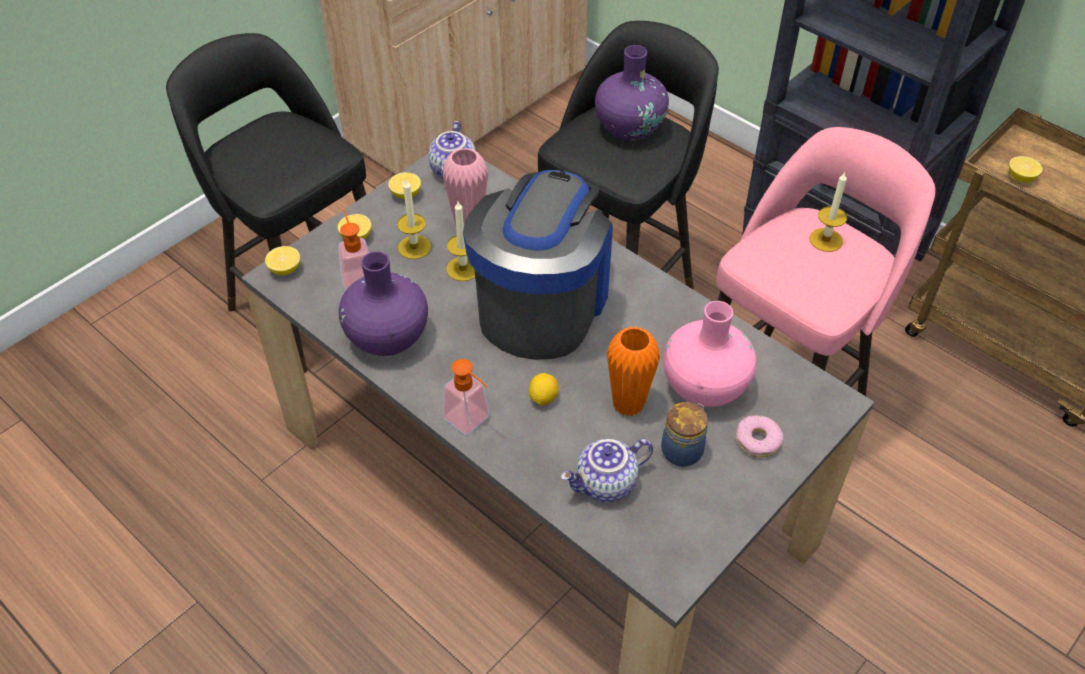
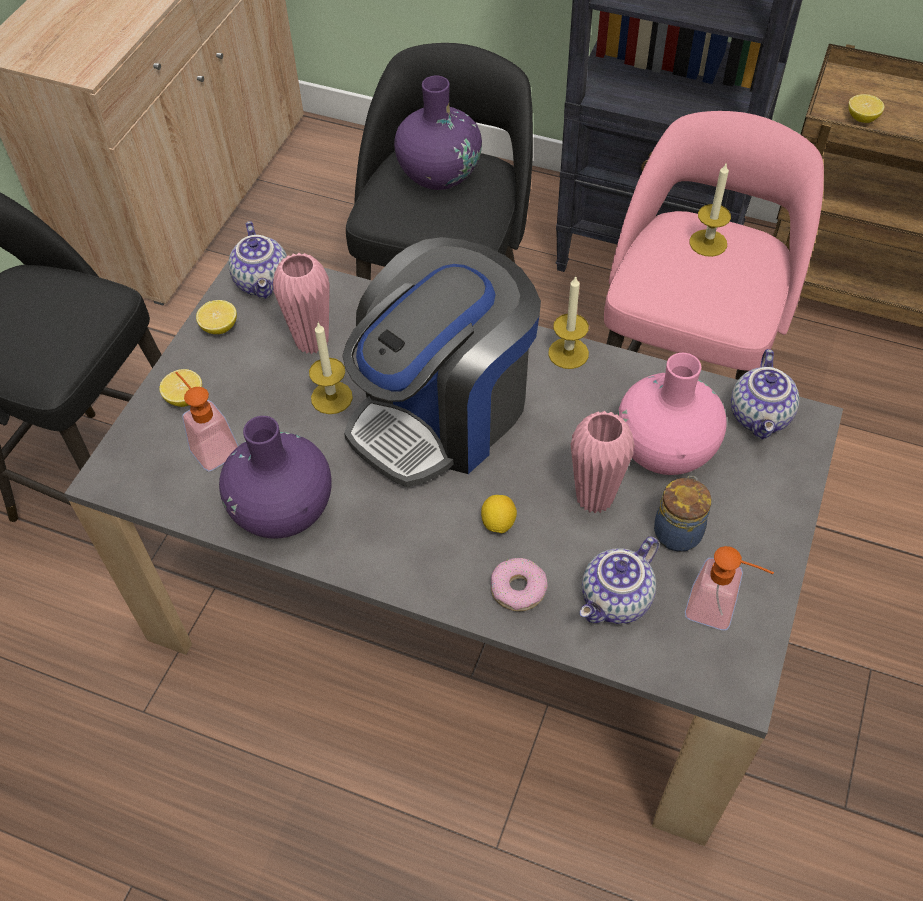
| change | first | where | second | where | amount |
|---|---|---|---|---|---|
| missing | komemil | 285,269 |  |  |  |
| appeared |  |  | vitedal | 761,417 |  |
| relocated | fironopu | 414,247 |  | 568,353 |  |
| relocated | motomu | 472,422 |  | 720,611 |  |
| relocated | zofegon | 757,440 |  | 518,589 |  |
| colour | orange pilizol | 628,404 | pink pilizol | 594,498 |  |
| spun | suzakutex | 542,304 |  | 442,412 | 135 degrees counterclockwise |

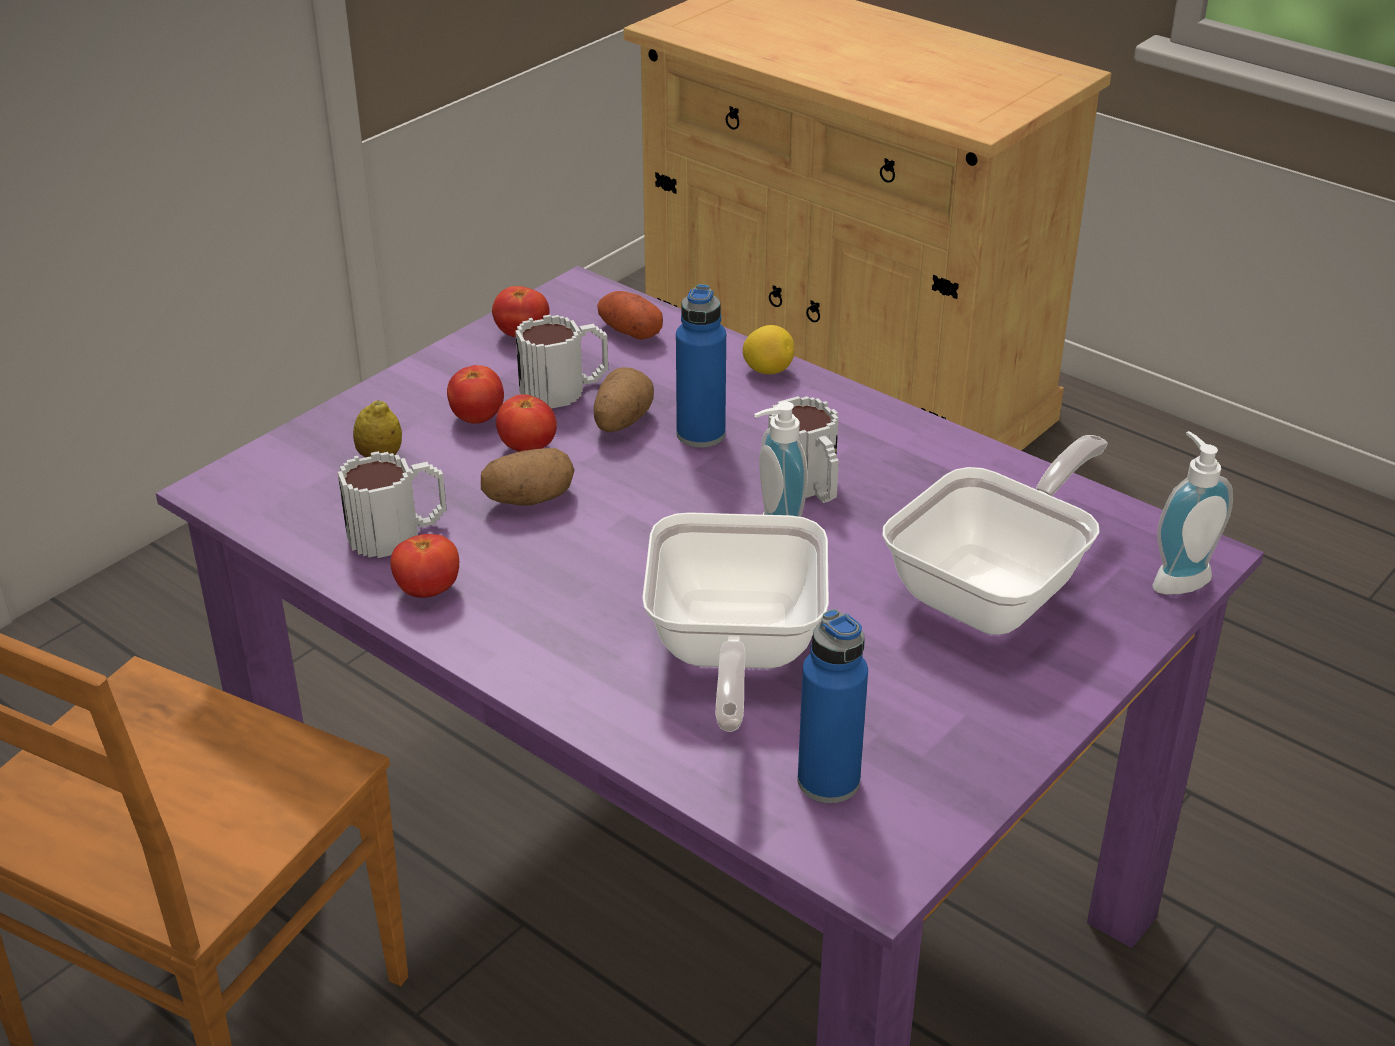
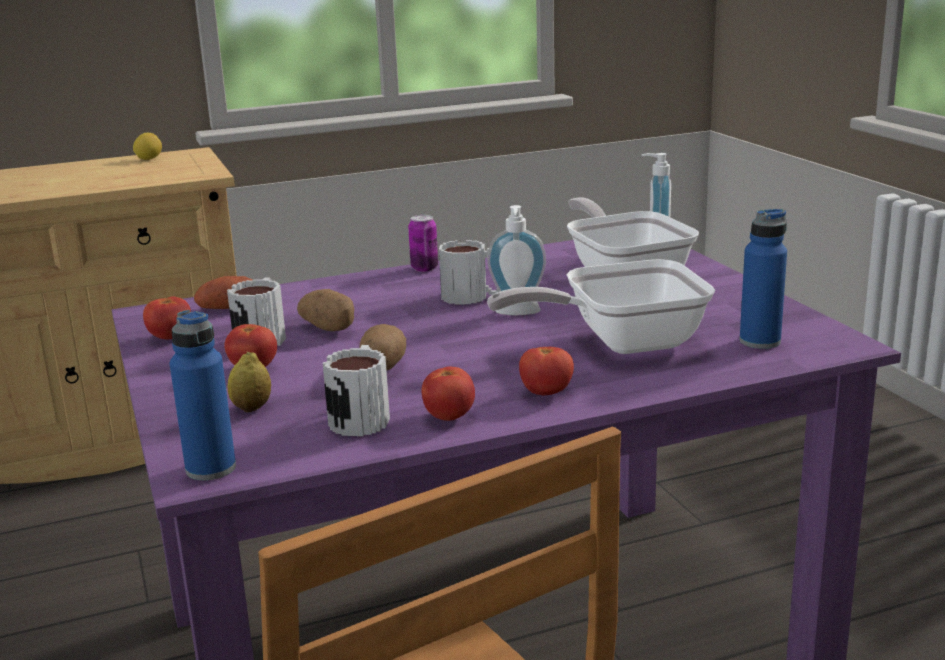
| change | first | where | second | where | amount |
|---|---|---|---|---|---|
| appeared |  |  | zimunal | 424,268 |  |
| relocated | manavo | 527,448 |  | 546,393 |  |
| relocated | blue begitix | 700,434 |  | 211,469 |  |
| relocated | komemil | 768,370 |  | 149,159 |  |
| spun | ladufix | 732,655 |  | 620,343 | 135 degrees clockwise |

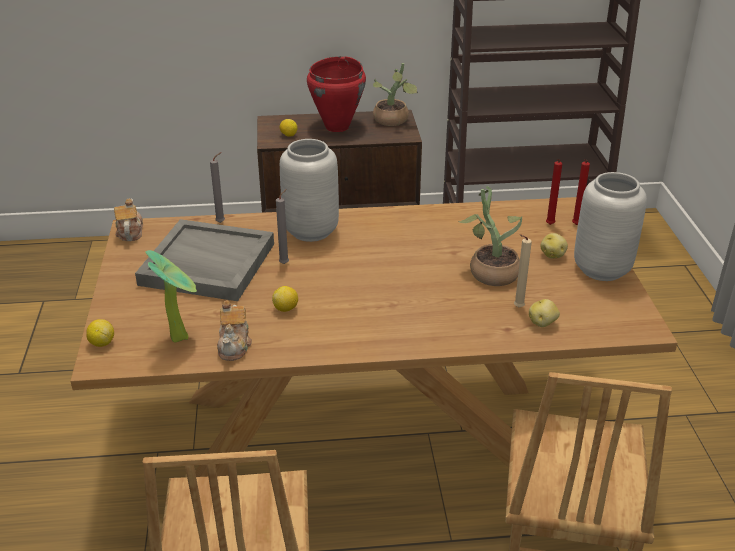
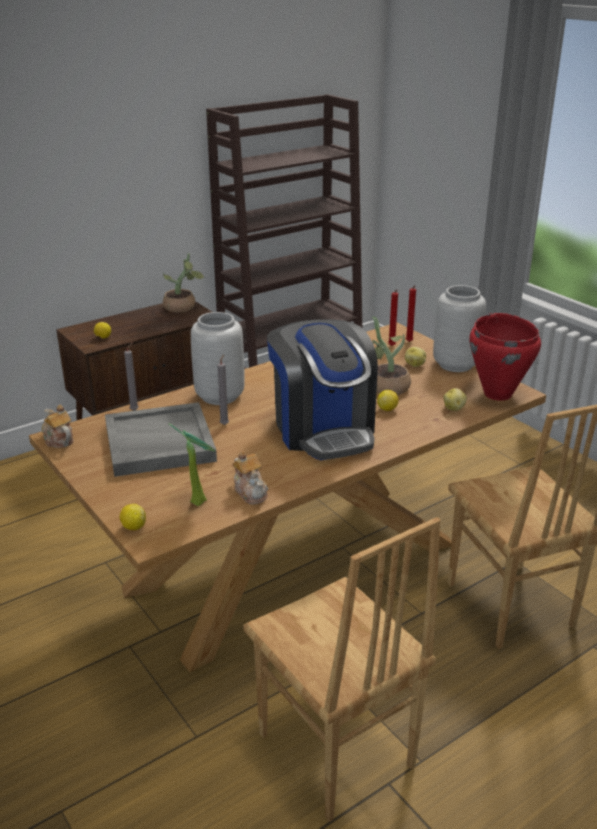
| change | first | where | second | where | amount |
|---|---|---|---|---|---|
| missing | beige fironopu | 517,307 |  |  |  |
| appeared |  |  | suzakutex | 323,429 |  |
| relocated | komemil | 286,309 |  | 387,409 |  |
| relocated | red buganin | 337,127 |  | 498,394 |  |

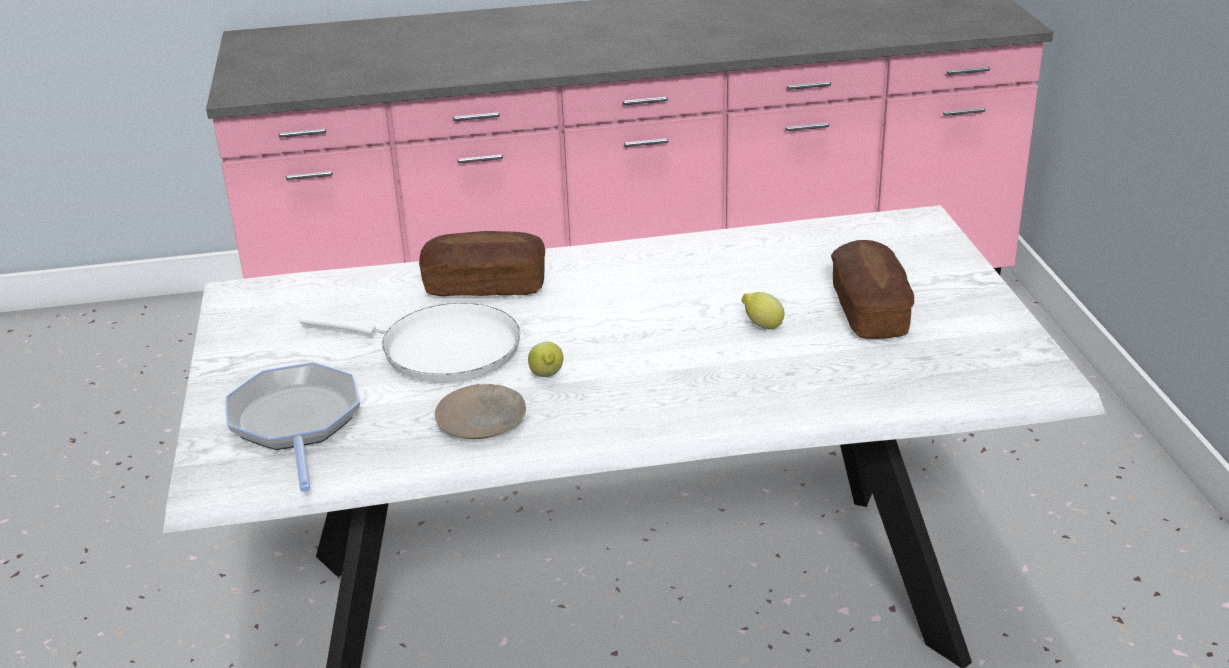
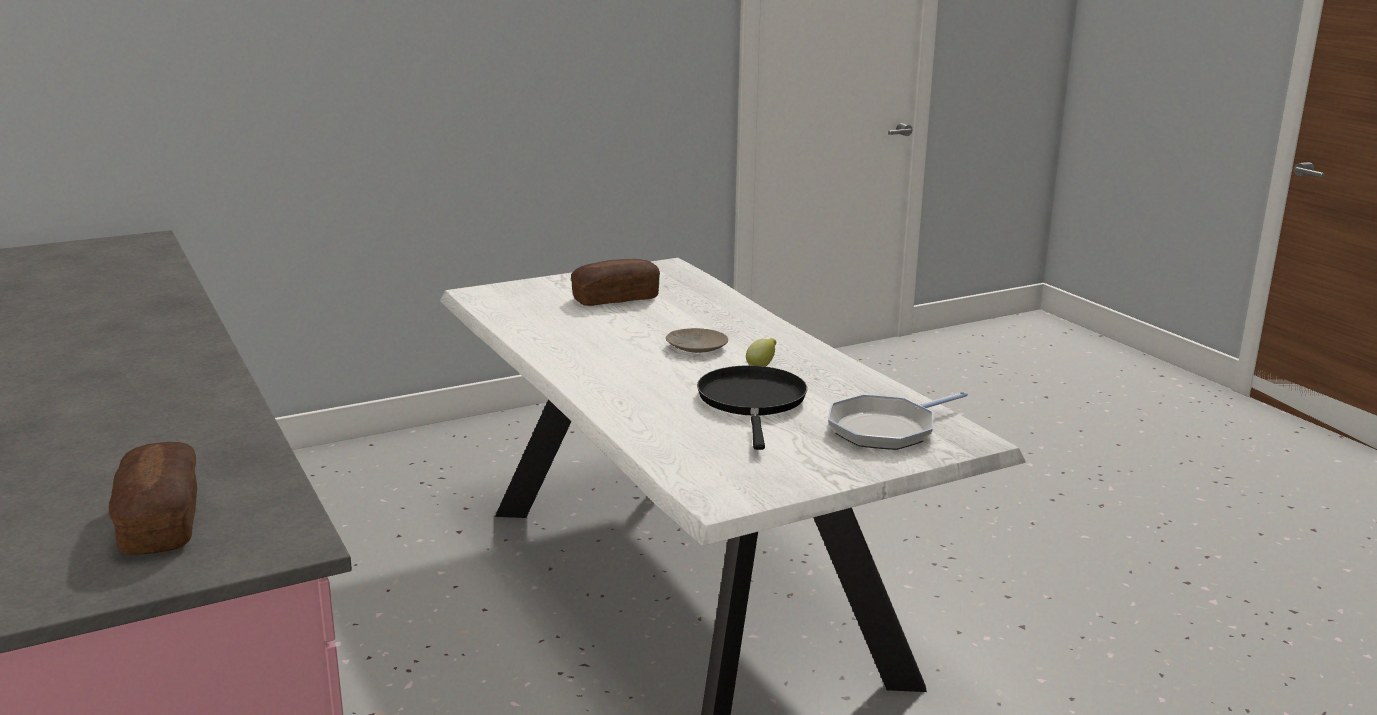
| change | first | where | second | where | amount |
|---|---|---|---|---|---|
| missing | komemil | 762,326 |  |  |  |
| relocated | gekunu | 485,286 |  | 160,522 |  |
| relocated | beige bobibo | 482,421 |  | 696,347 |  |
| colour | white ladufix | 441,350 | black ladufix | 752,402 |  |

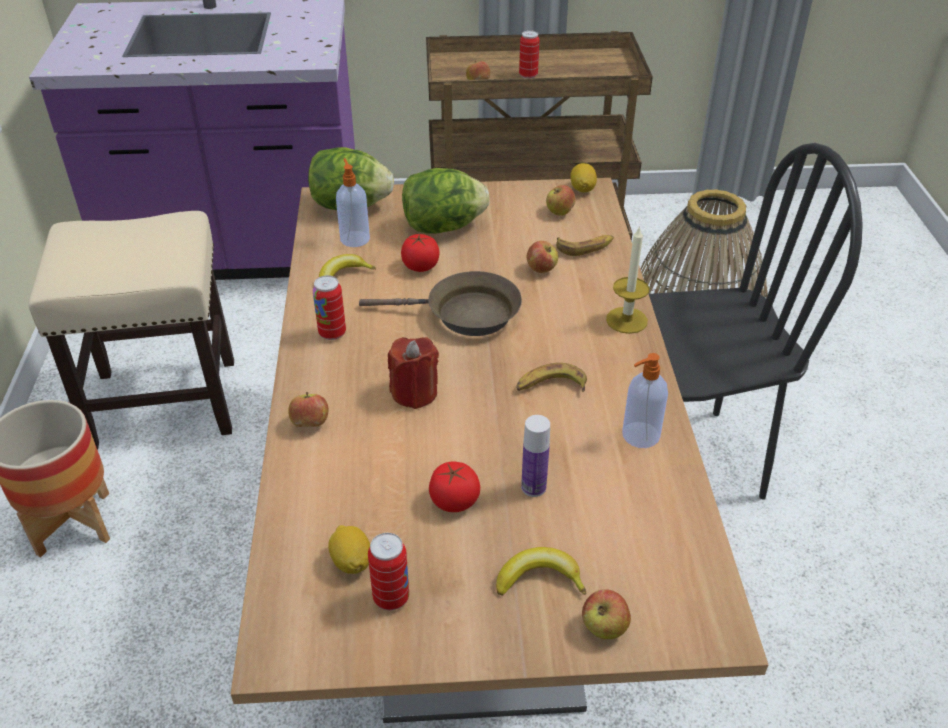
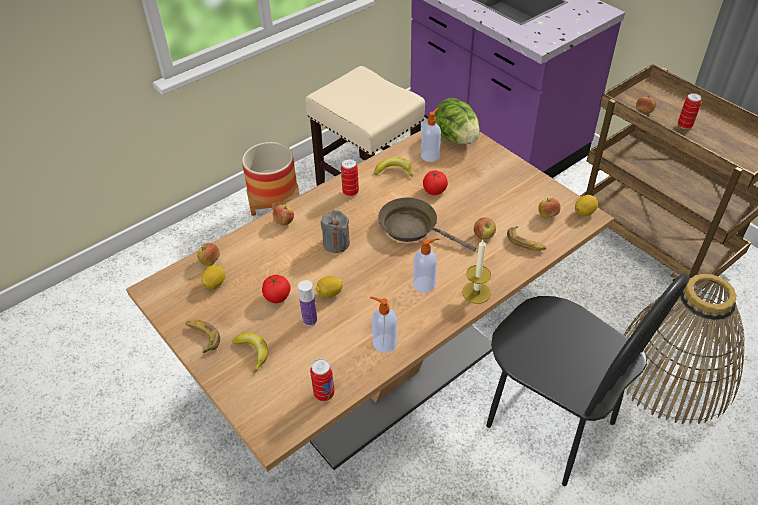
| change | first | where | second | where | amount |
|---|---|---|---|---|---|
| missing | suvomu | 443,227 |  |  |  |
| appeared |  |  | komemil | 329,293 |  |
| appeared |  |  | motomu | 425,284 |  |
| relocated | zimunal | 391,597 |  | 324,394 |  |
| relocated | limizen | 550,386 |  | 202,337 |  |
| relocated | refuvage | 604,627 |  | 210,261 |  |
| colour | red fironopu | 414,393 | grey fironopu | 336,243 |  |
| spun | brown ladufix | 465,314 |  | 413,228 | 150 degrees clockwise |

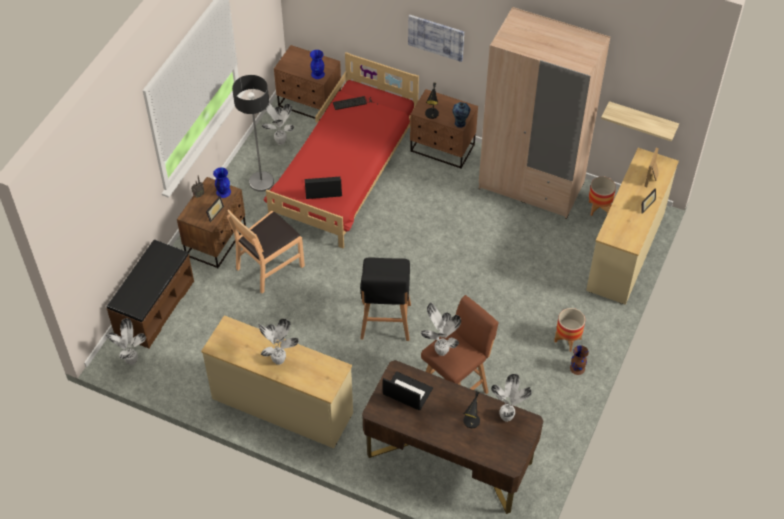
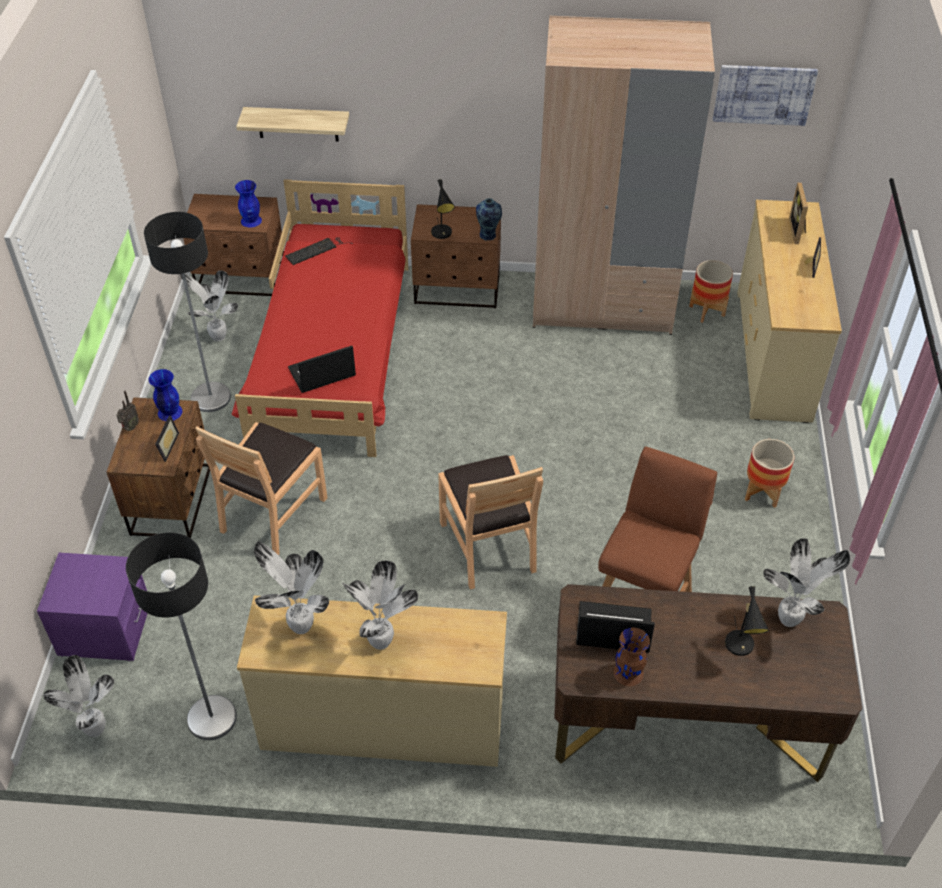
| change | first | where | second | where | amount |
|---|---|---|---|---|---|
| appeared |  |  | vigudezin | 211,718 |  |
| relocated | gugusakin | 436,37 |  | 763,94 |  |
| relocated | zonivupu | 440,350 |  | 299,625 |  |
| relocated | brown pilizol | 577,368 |  | 629,672 |  |
| relocated | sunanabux | 642,120 |  | 297,124 |  |
| exchanged | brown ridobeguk | 154,307 | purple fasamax | 105,629 |  |
| exchanged | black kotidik | 385,323 | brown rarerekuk | 489,546 |  |

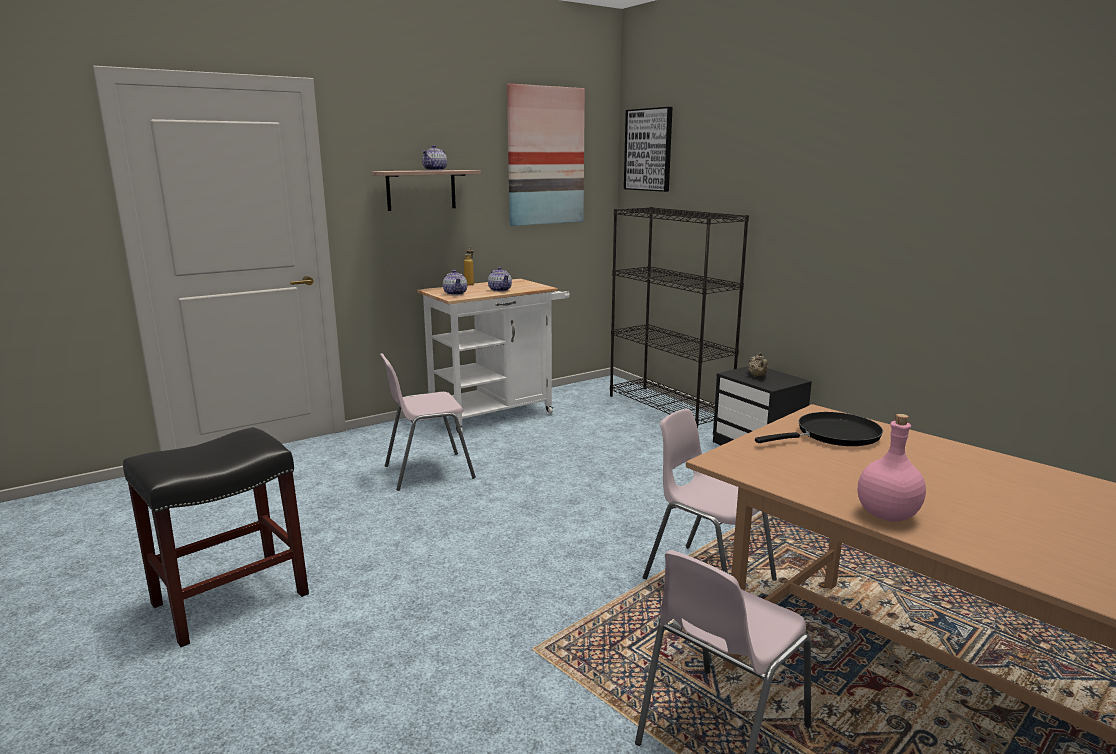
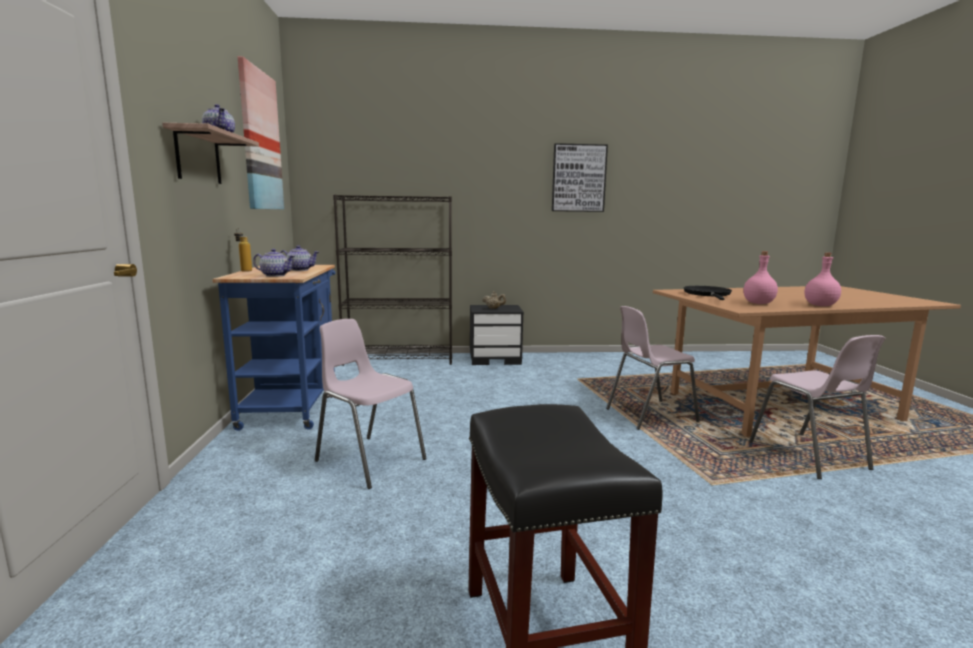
| change | first | where | second | where | amount |
|---|---|---|---|---|---|
| appeared |  |  | pink begitix | 758,303 |  |
| relocated | gugusakin | 648,150 |  | 578,178 |  |
| colour | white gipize | 498,413 | blue gipize | 292,404 |  |
| spun | pink rarerekuk | 427,471 |  | 369,460 | 120 degrees clockwise |

